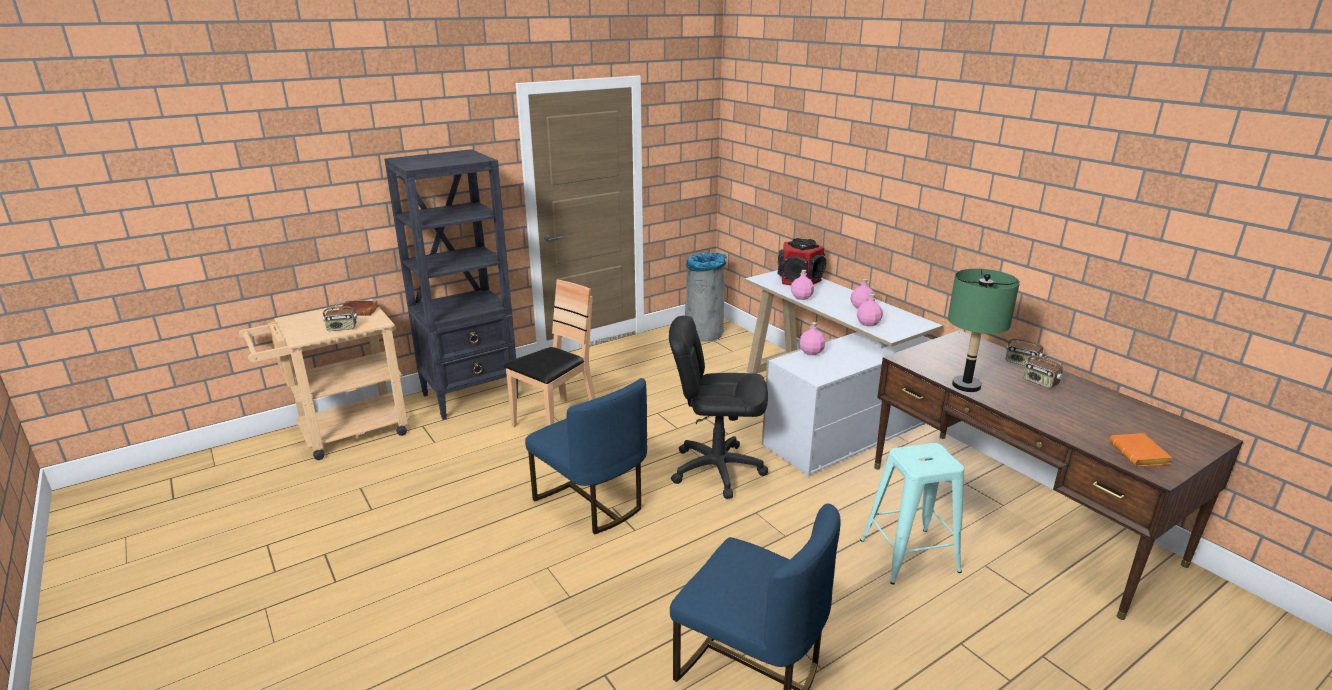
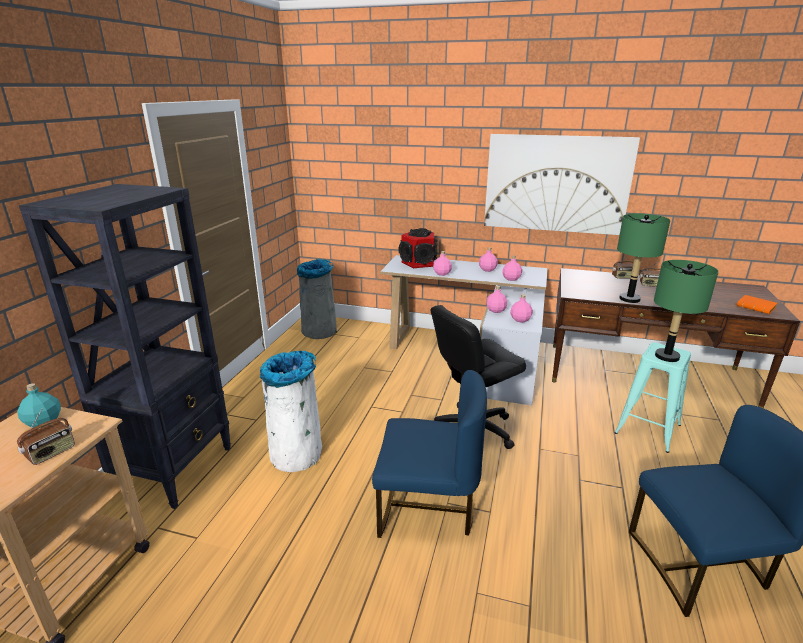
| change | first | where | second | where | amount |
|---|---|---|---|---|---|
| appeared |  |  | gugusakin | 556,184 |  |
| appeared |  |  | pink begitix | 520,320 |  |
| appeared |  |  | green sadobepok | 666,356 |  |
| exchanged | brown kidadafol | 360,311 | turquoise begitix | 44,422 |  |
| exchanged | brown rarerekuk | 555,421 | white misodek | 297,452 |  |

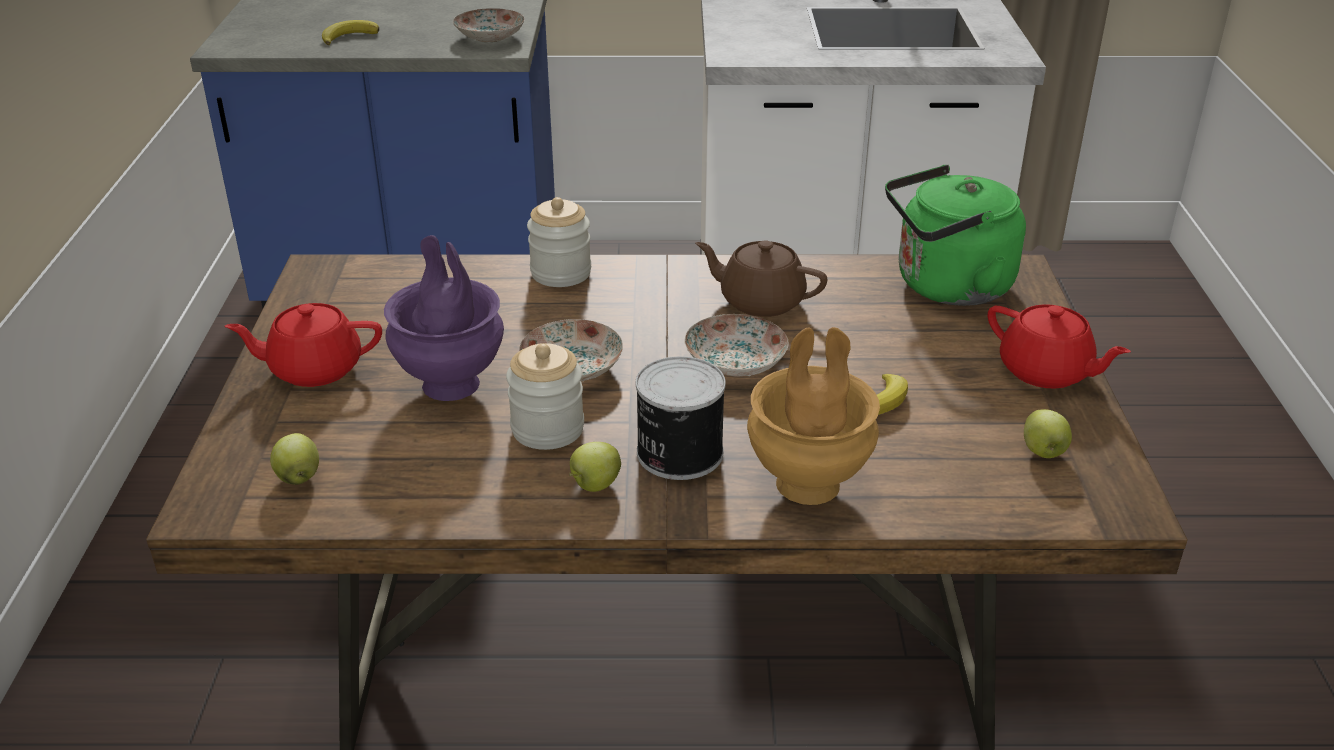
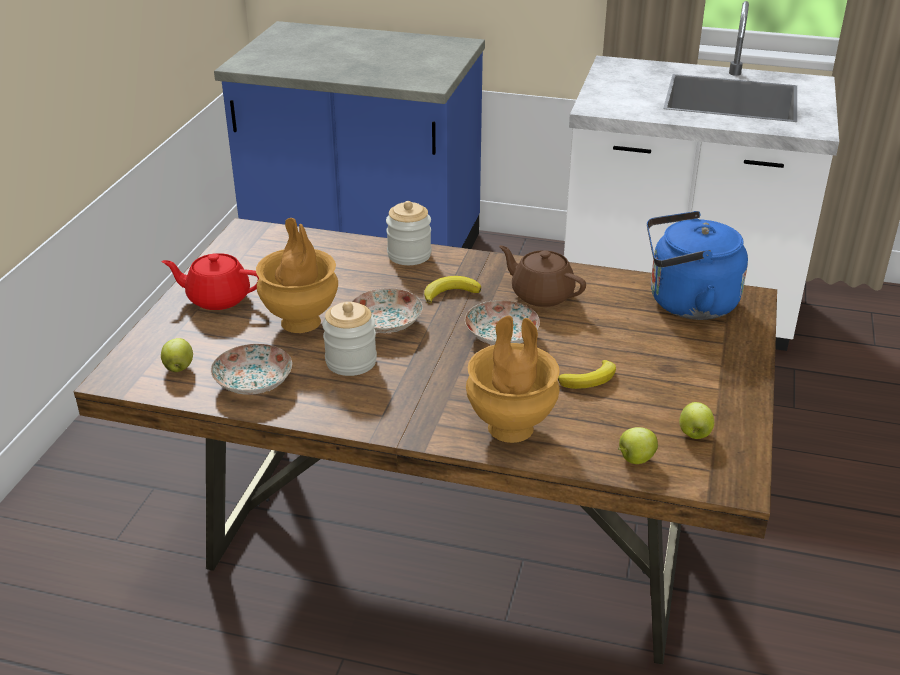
| change | first | where | second | where | amount |
|---|---|---|---|---|---|
| missing | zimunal | 677,453 |  |  |  |
| missing | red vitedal | 1046,372 |  |  |  |
| relocated | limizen | 348,36 |  | 450,293 |  |
| relocated | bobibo | 490,37 |  | 254,382 |  |
| relocated | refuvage | 594,485 |  | 635,459 |  |
| colour | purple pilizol | 452,384 | brown pilizol | 302,322 |  |
| colour | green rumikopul | 947,287 | blue rumikopul | 686,303 |  |

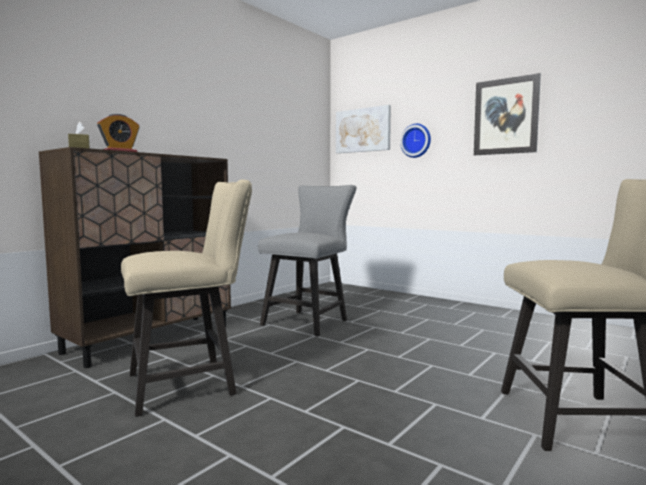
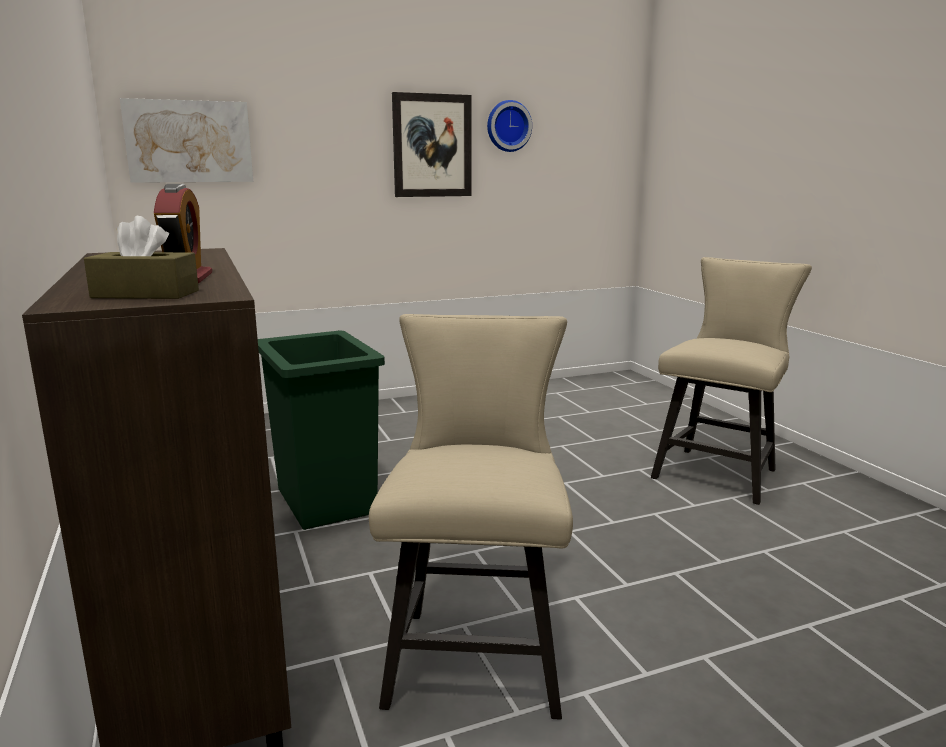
| change | first | where | second | where | amount |
|---|---|---|---|---|---|
| relocated | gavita | 416,141 |  | 508,126 |  |
| exchanged | grey rarerekuk | 309,321 | green misodek | 326,500 |  |

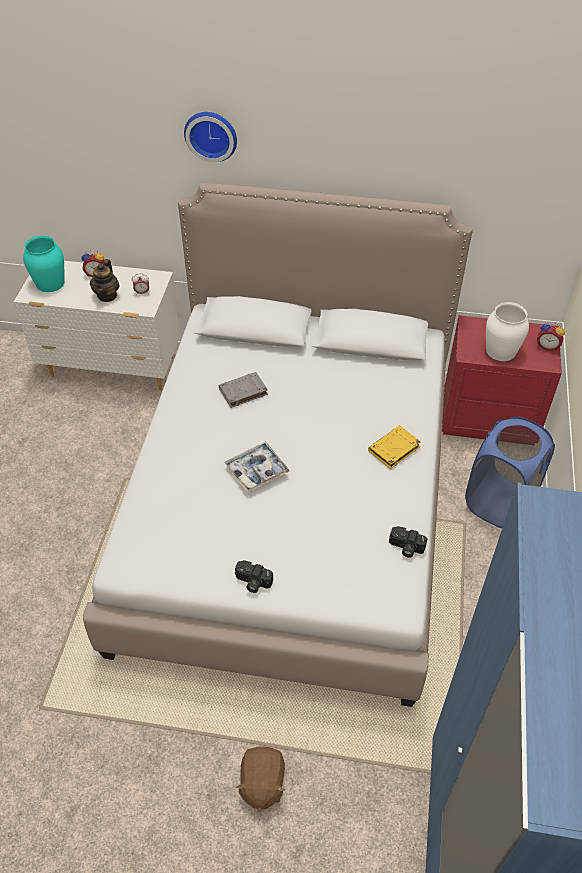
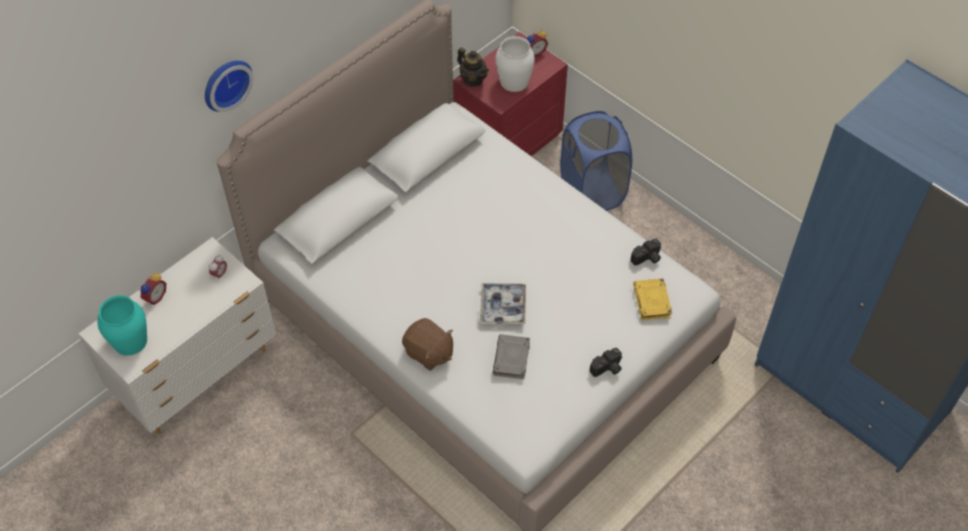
| change | first | where | second | where | amount |
|---|---|---|---|---|---|
| relocated | vitedal | 107,295 |  | 473,79 |  |
| relocated | grey kidadafol | 243,392 |  | 511,359 |  |
| relocated | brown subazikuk | 262,783 |  | 428,353 |  |
| relocated | yellow kidadafol | 394,449 |  | 652,301 |  |

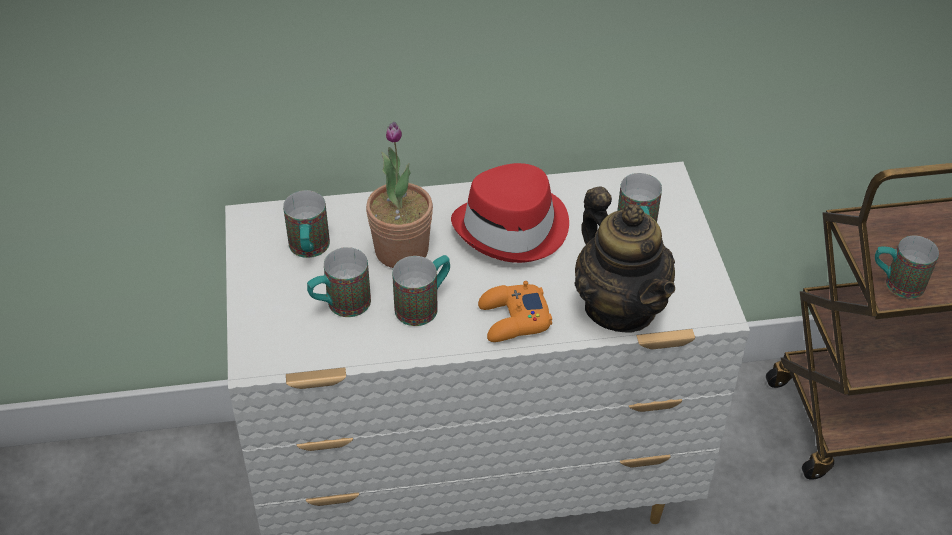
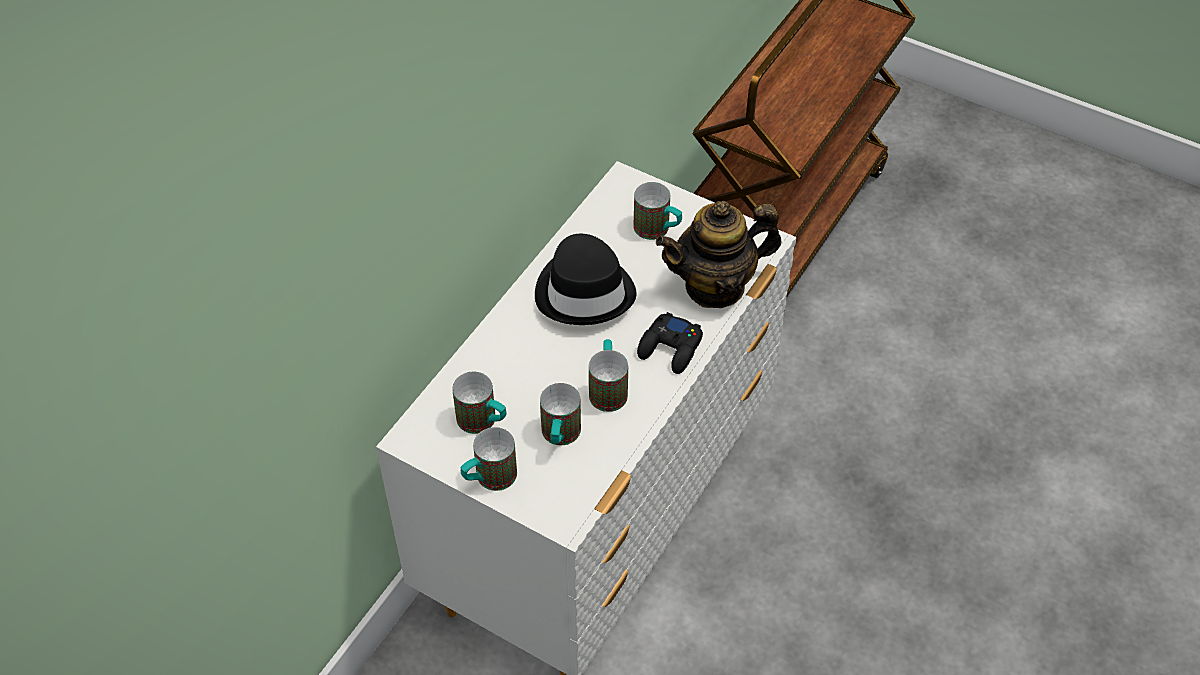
| change | first | where | second | where | amount |
|---|---|---|---|---|---|
| missing | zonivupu | 401,251 |  |  |  |
| relocated | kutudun | 895,283 |  | 489,479 |  |
| colour | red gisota | 513,228 | black gisota | 585,292 |  |
| colour | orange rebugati | 513,319 | black rebugati | 670,348 |  |
| spun | vitedal | 620,307 |  | 715,286 | 150 degrees clockwise |

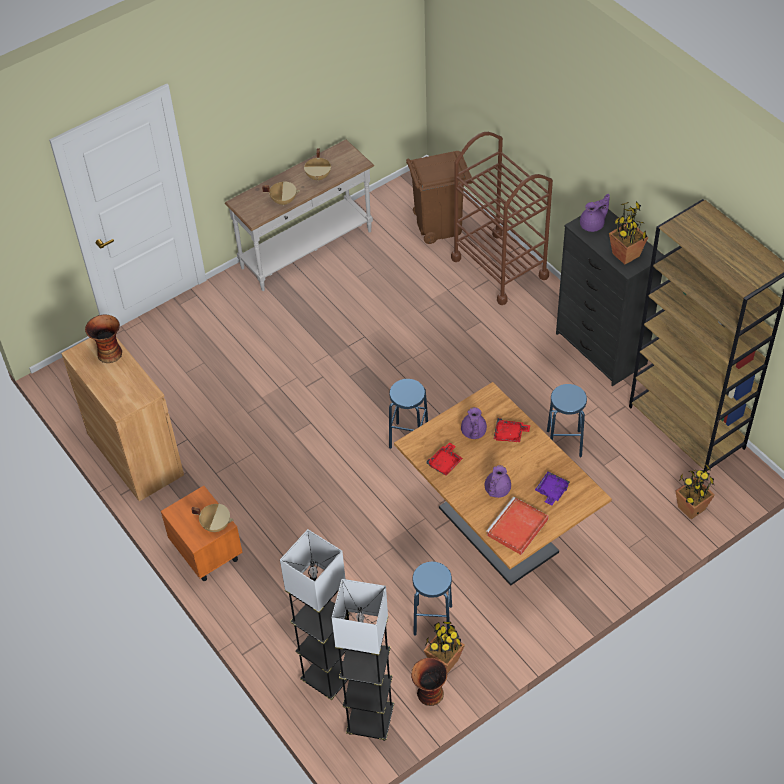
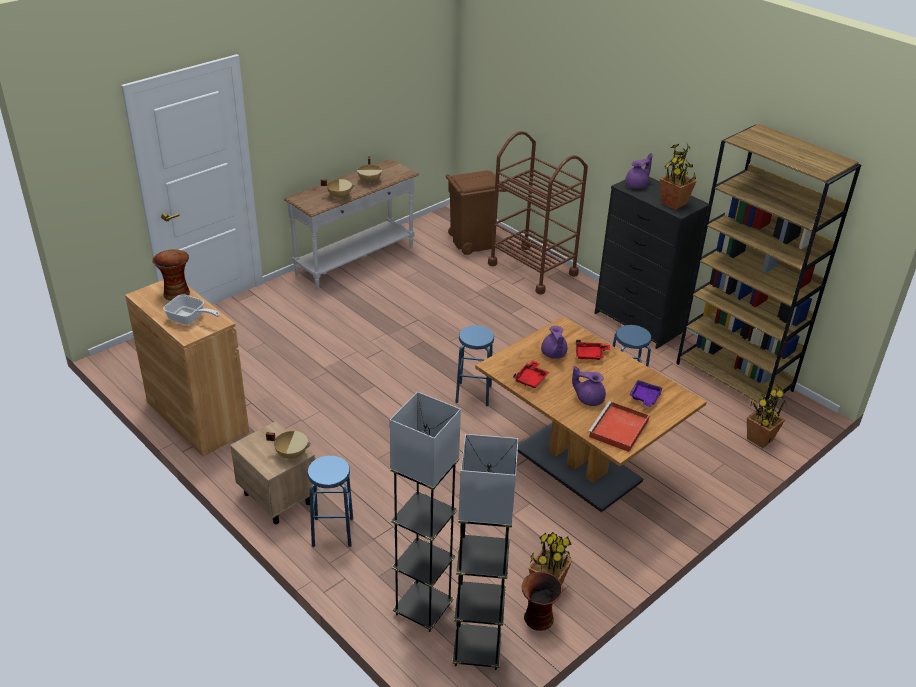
| change | first | where | second | where | amount |
|---|---|---|---|---|---|
| appeared |  |  | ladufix | 189,319 |  |
| relocated | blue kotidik | 432,620 |  | 332,532 |  |
| colour | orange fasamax | 206,552 | beige fasamax | 277,497 |  |
| spun | purple vitedal | 496,490 |  | 588,399 | 90 degrees clockwise |

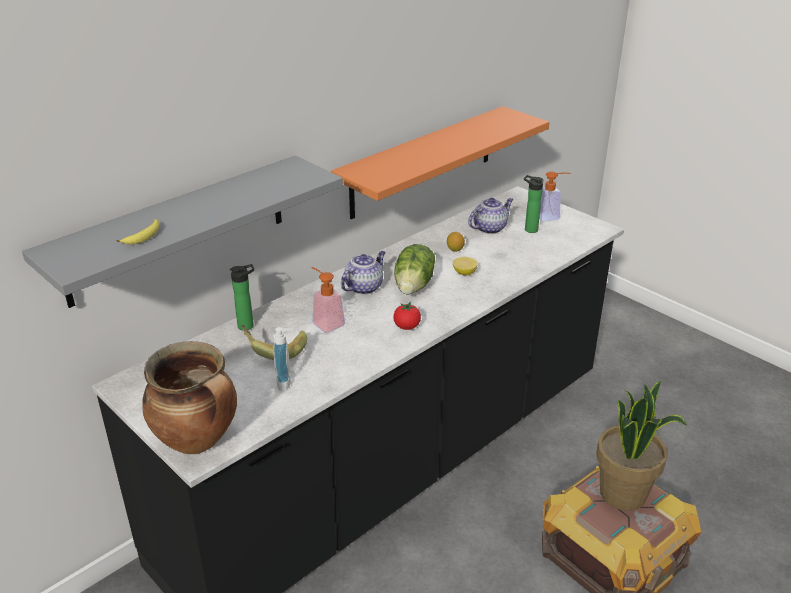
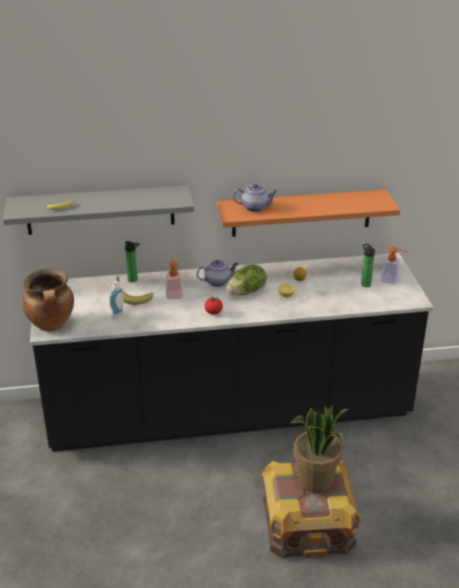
| change | first | where | second | where | amount |
|---|---|---|---|---|---|
| relocated | vitedal | 490,228 |  | 255,207 |  |

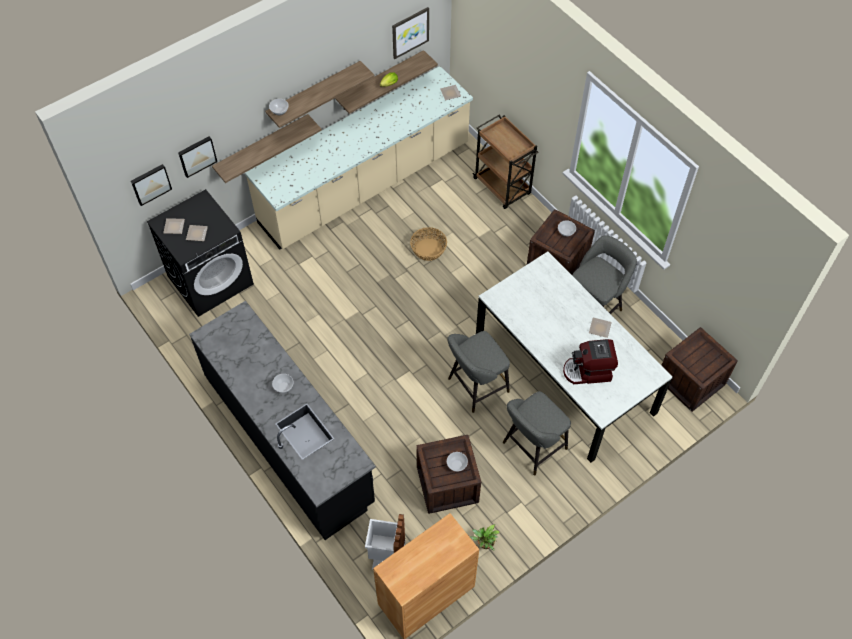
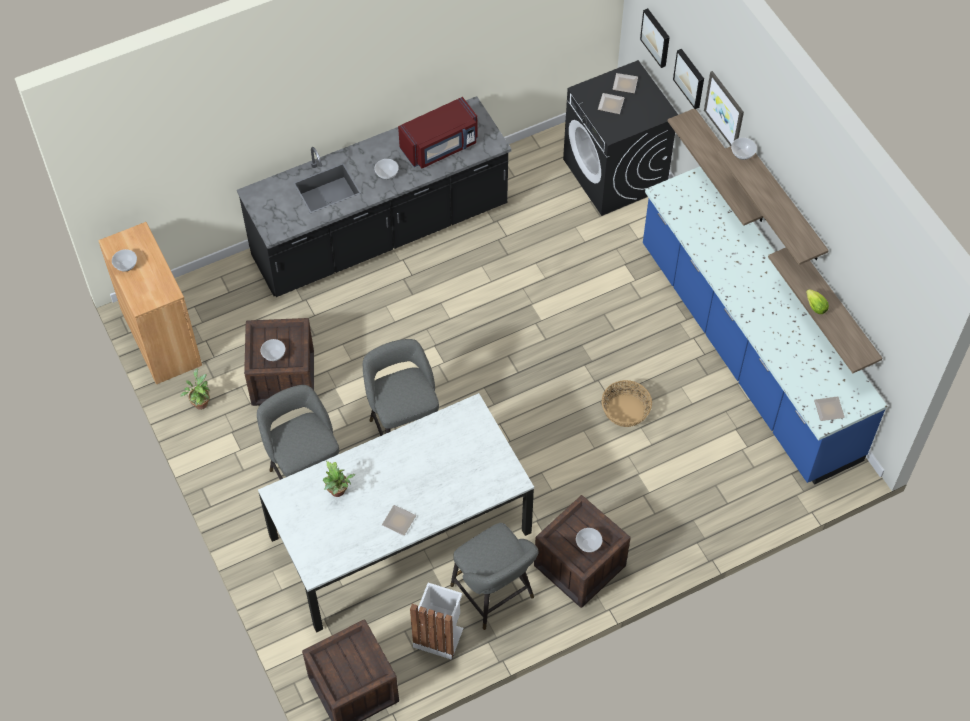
| change | first | where | second | where | amount |
|---|---|---|---|---|---|
| missing | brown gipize | 502,187 |  |  |  |
| appeared |  |  | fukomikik | 126,266 |  |
| appeared |  |  | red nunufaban | 440,146 |  |
| relocated | white misodek | 386,555 |  | 438,635 |  |
| relocated | gugusakin | 410,32 |  | 725,110 |  |
| exchanged | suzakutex | 588,372 | zonivupu | 338,492 |  |
| colour | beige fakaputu | 365,185 | blue fakaputu | 747,352 |  |

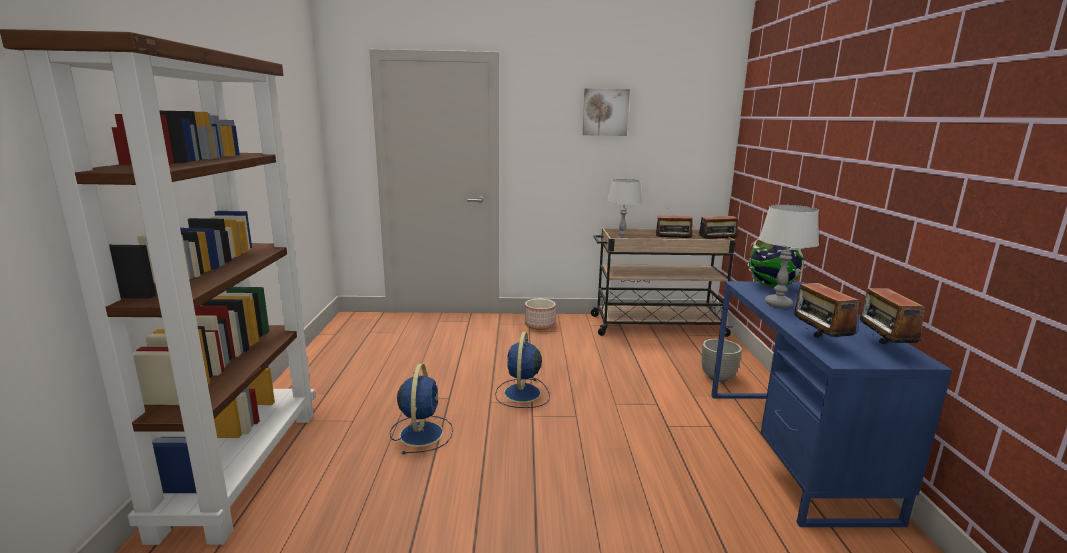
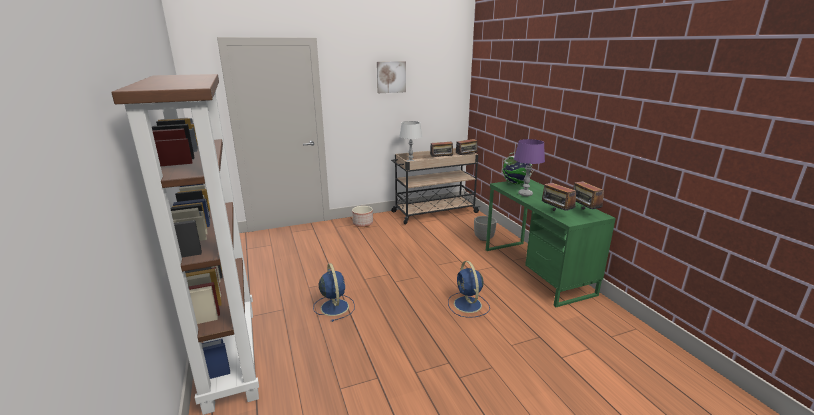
| change | first | where | second | where | amount |
|---|---|---|---|---|---|
| relocated | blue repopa | 522,394 |  | 468,305 |  |
| colour | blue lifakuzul | 790,449 | green lifakuzul | 536,270 |  |
| colour | grey sadobepok | 778,304 | purple sadobepok | 525,194 |  |

